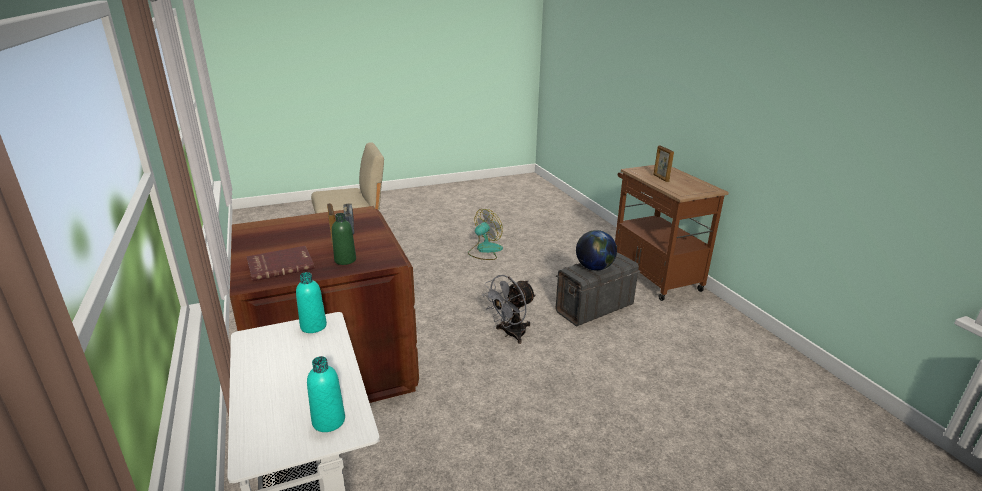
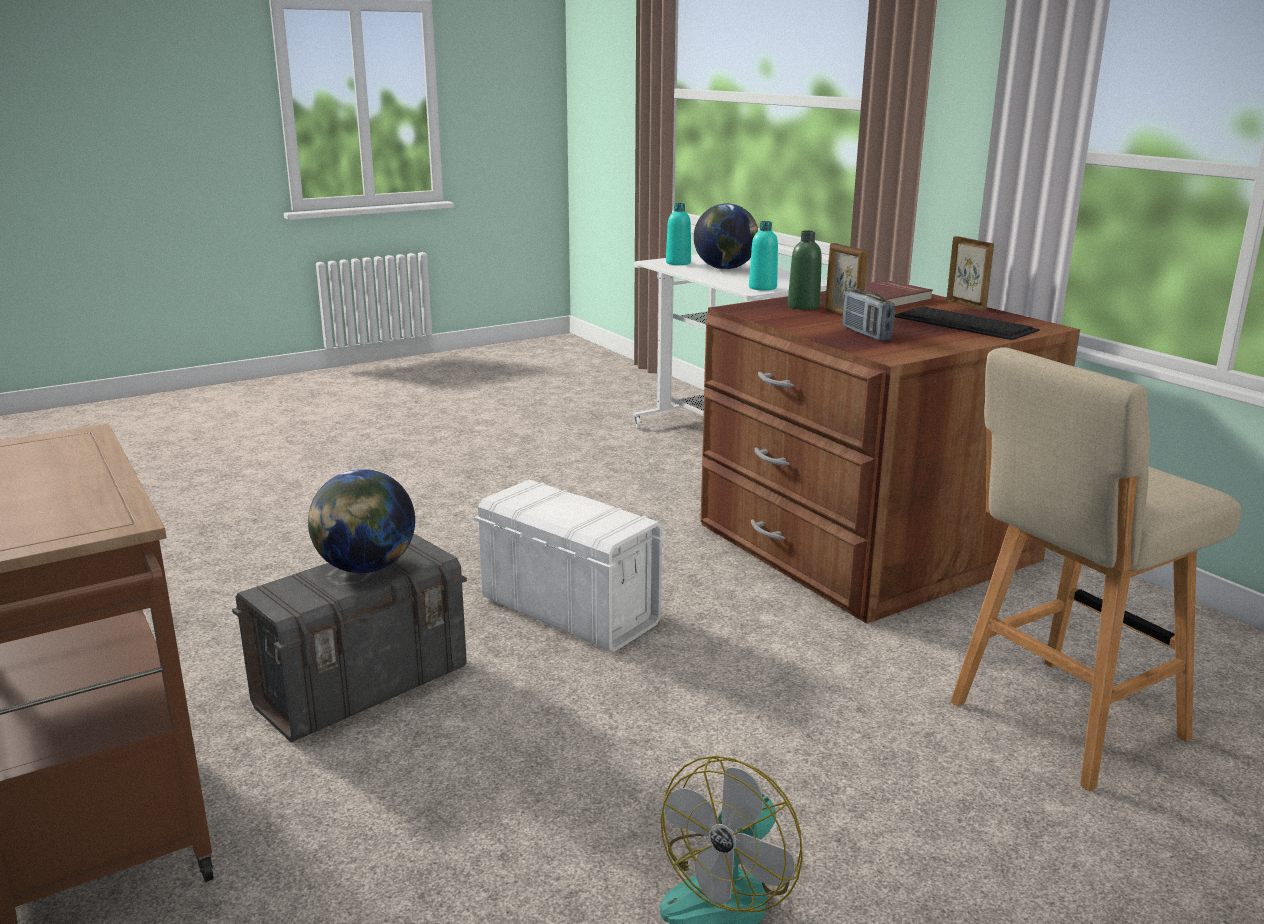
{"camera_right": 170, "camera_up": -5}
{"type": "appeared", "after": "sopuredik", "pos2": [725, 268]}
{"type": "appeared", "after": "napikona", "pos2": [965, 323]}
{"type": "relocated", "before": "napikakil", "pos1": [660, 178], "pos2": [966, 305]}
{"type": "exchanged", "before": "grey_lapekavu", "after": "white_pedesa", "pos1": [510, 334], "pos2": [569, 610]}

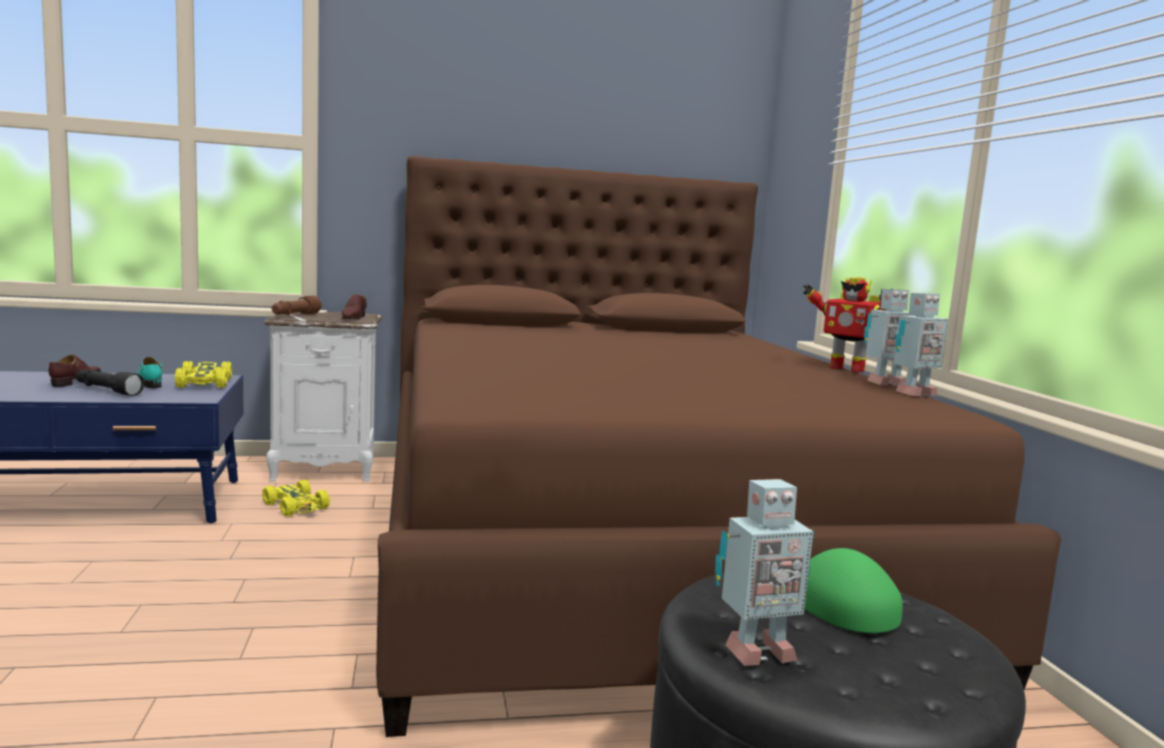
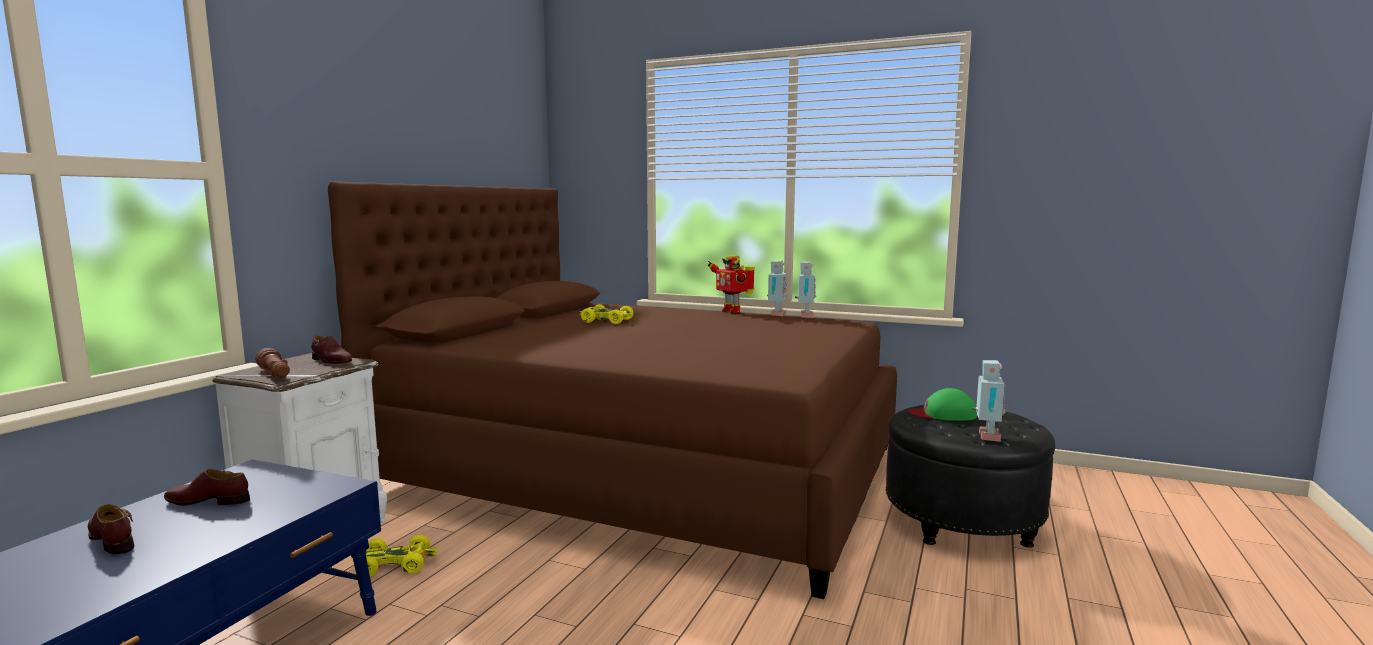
{"camera_right": -55, "camera_up": 0}
{"type": "missing", "before": "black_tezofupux", "pos1": [107, 390]}
{"type": "relocated", "before": "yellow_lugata", "pos1": [204, 383], "pos2": [606, 321]}
{"type": "colour", "before": "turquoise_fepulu", "after": "brown_fepulu", "pos1": [151, 382], "pos2": [208, 501]}
{"type": "spun", "before": "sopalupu", "pos1": [846, 369], "pos2": [732, 311], "turn": 75}

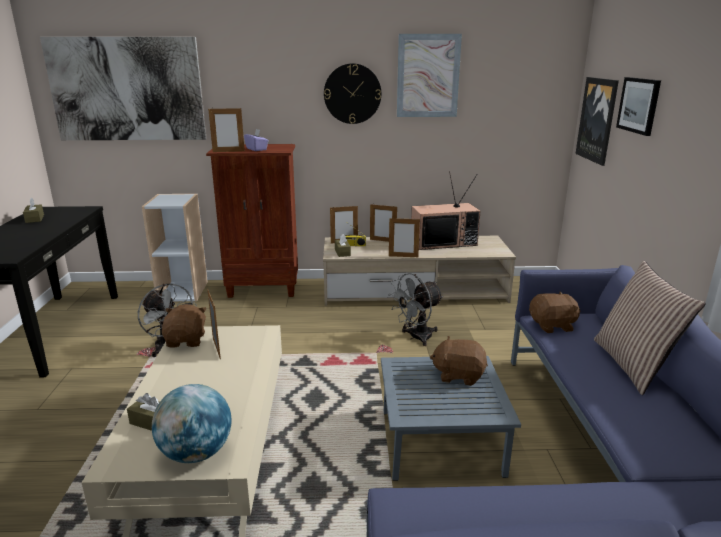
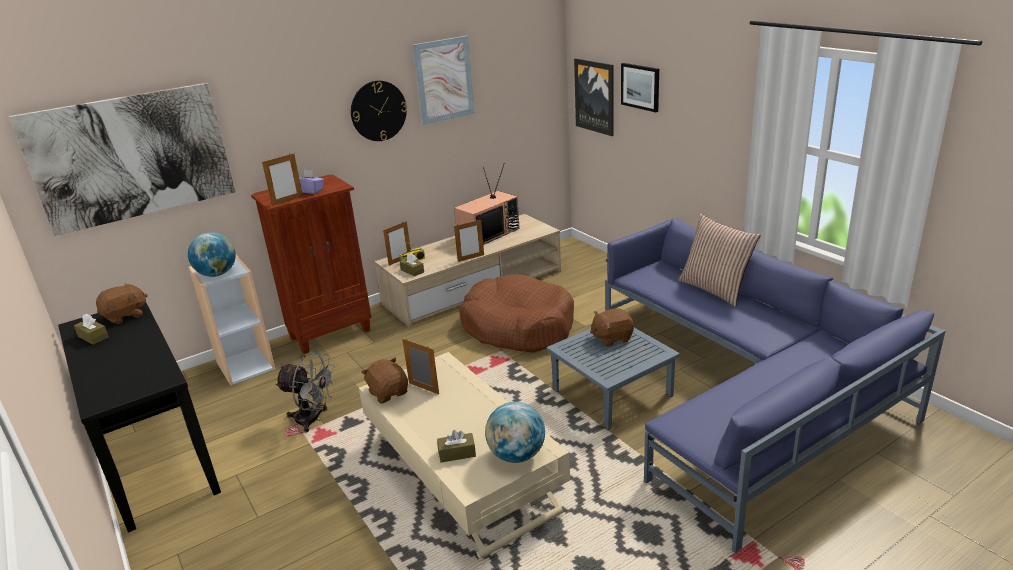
{"camera_right": -30, "camera_up": 5}
{"type": "missing", "before": "napikakil", "pos1": [383, 241]}
{"type": "appeared", "after": "sopuredik", "pos2": [217, 274]}
{"type": "relocated", "before": "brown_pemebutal", "pos1": [552, 326], "pos2": [125, 316]}
{"type": "exchanged", "before": "grey_lapekavu", "after": "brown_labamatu", "pos1": [416, 337], "pos2": [518, 327]}

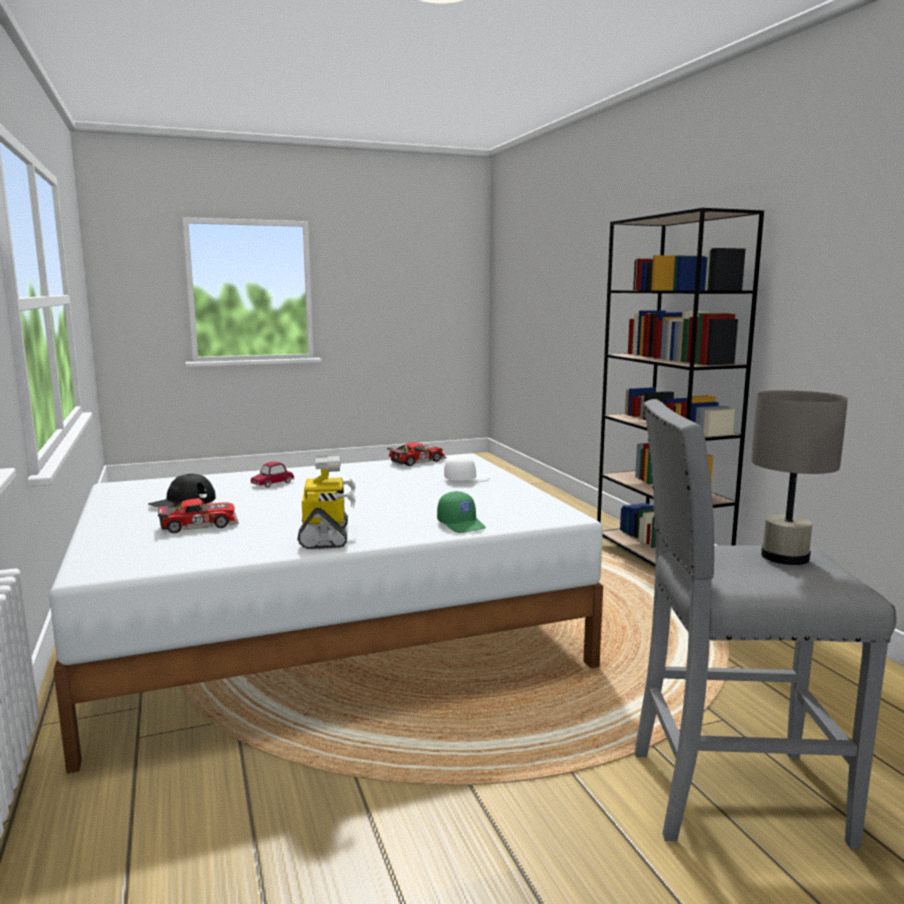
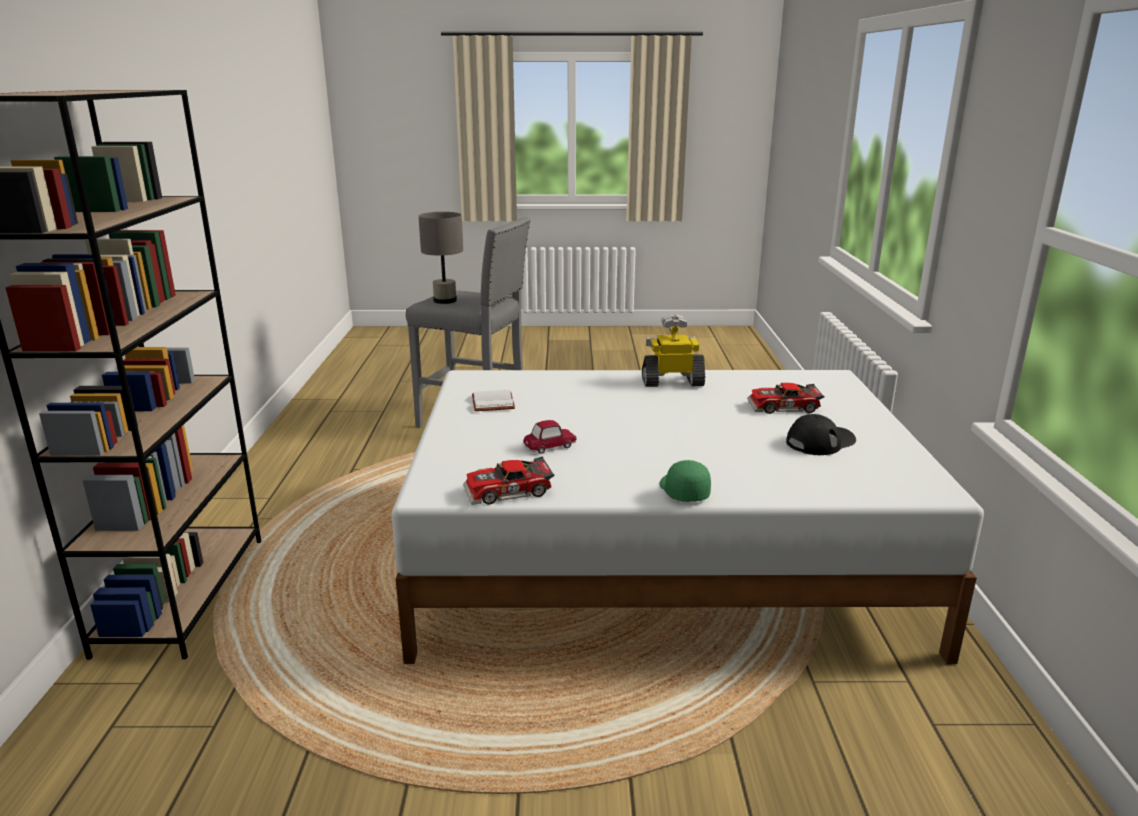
{"camera_right": -160, "camera_up": 10}
{"type": "missing", "before": "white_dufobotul", "pos1": [466, 479]}
{"type": "appeared", "after": "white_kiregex", "pos2": [491, 402]}
{"type": "relocated", "before": "lugata", "pos1": [272, 483], "pos2": [549, 446]}
{"type": "relocated", "before": "green_dufobotul", "pos1": [462, 524], "pos2": [682, 491]}
{"type": "spun", "before": "sopalupu", "pos1": [326, 536], "pos2": [672, 382], "turn": 75}

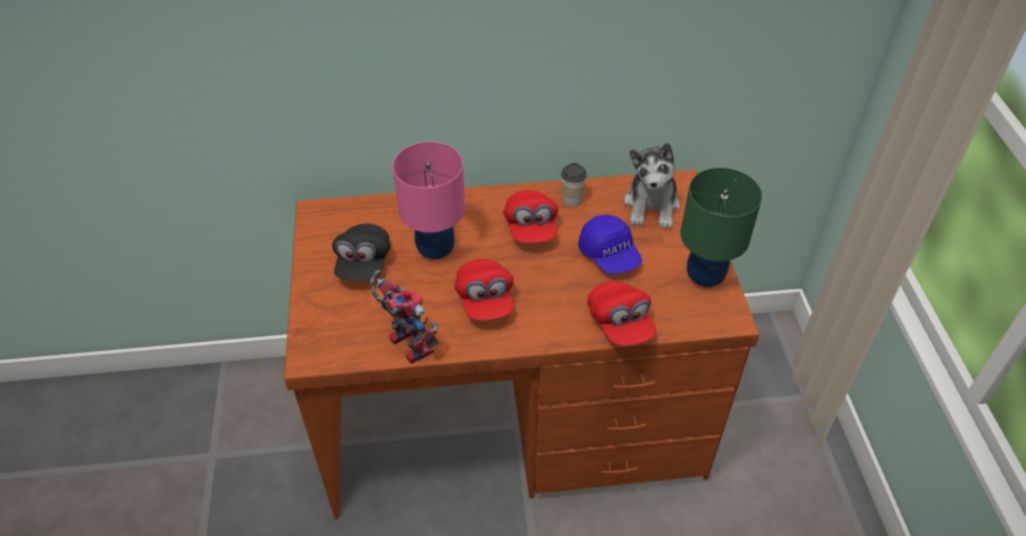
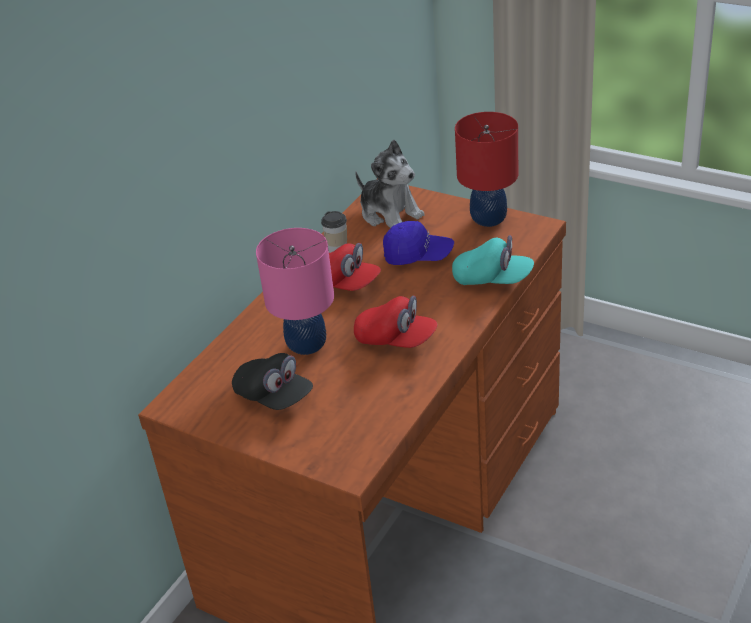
{"camera_right": -50, "camera_up": -10}
{"type": "missing", "before": "sopalupu", "pos1": [405, 344]}
{"type": "colour", "before": "red_dufobotul", "after": "turquoise_dufobotul", "pos1": [620, 324], "pos2": [492, 279]}
{"type": "colour", "before": "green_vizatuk", "after": "red_vizatuk", "pos1": [703, 275], "pos2": [486, 221]}

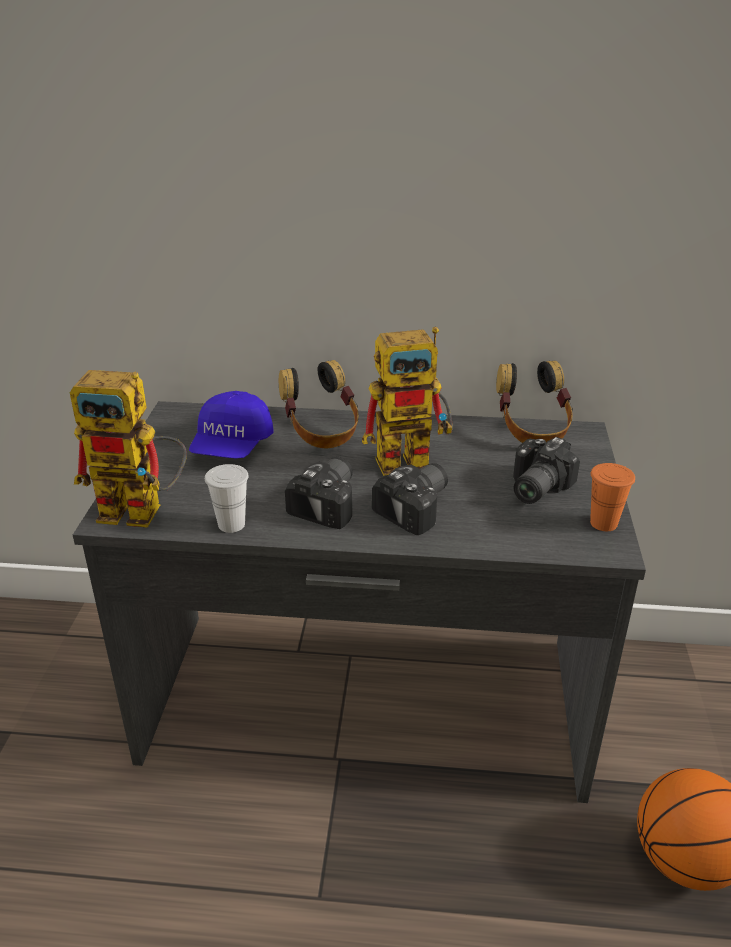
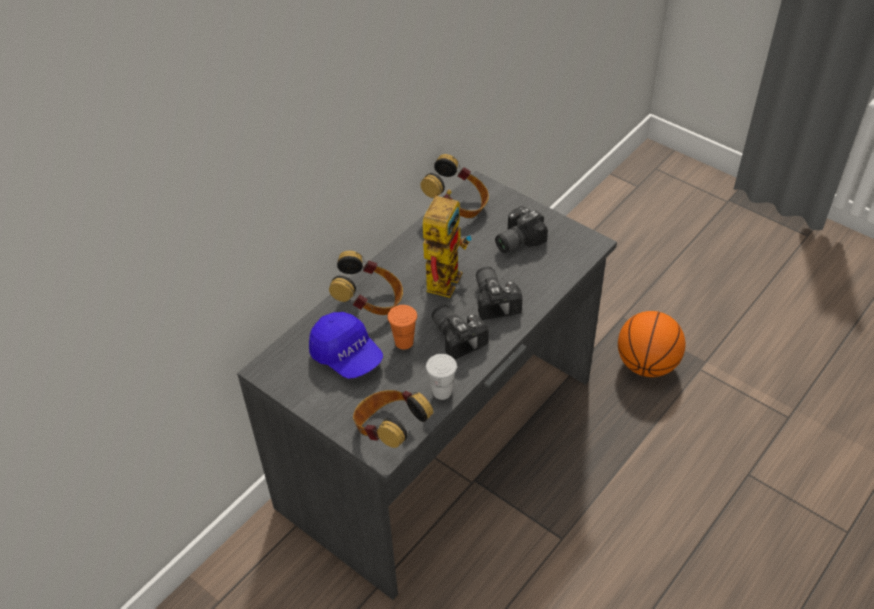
{"camera_right": -55, "camera_up": 15}
{"type": "relocated", "before": "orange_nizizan", "pos1": [603, 523], "pos2": [404, 342]}
{"type": "exchanged", "before": "sopalupu", "after": "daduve", "pos1": [144, 511], "pos2": [390, 430]}
{"type": "spun", "before": "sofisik", "pos1": [533, 487], "pos2": [516, 240], "turn": 75}

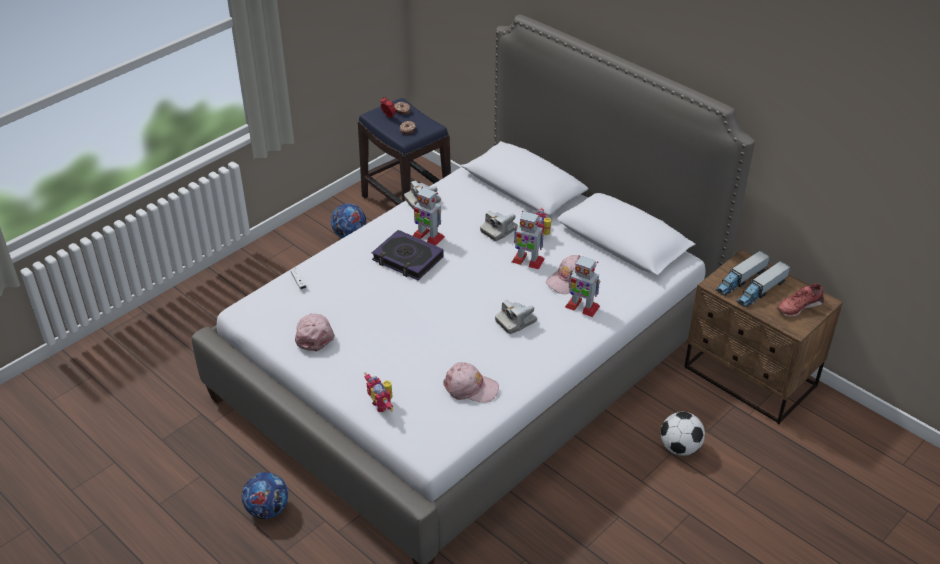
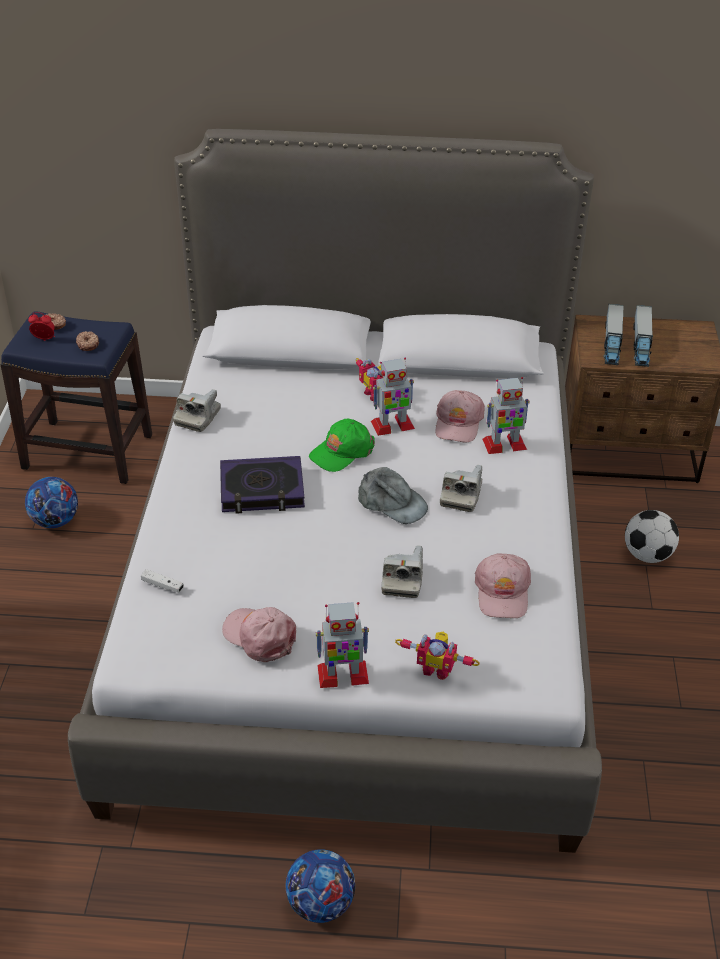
{"camera_right": -40, "camera_up": 0}
{"type": "missing", "before": "red_fepulu", "pos1": [799, 306]}
{"type": "appeared", "after": "green_dufobotul", "pos2": [342, 452]}
{"type": "appeared", "after": "grey_dufobotul", "pos2": [392, 503]}
{"type": "relocated", "before": "sopalupu", "pos1": [428, 236], "pos2": [342, 675]}
{"type": "relocated", "before": "sofisik", "pos1": [499, 230], "pos2": [402, 579]}
{"type": "spun", "before": "pink_dufobotul", "pos1": [470, 387], "pos2": [502, 592], "turn": 120}

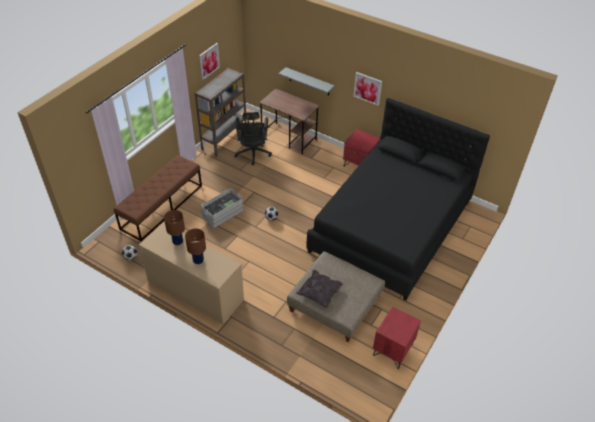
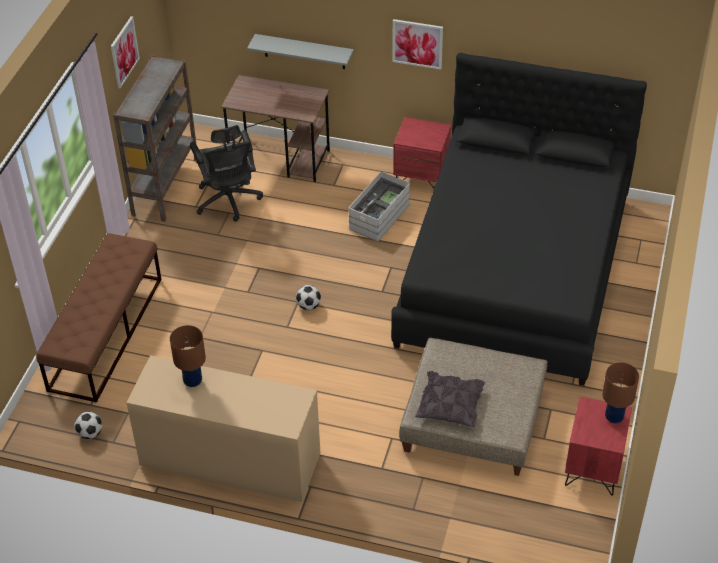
{"camera_right": -15, "camera_up": 0}
{"type": "relocated", "before": "brown_vizatuk", "pos1": [198, 261], "pos2": [614, 418]}
{"type": "relocated", "before": "grey_pedesa", "pos1": [223, 214], "pos2": [380, 216]}

